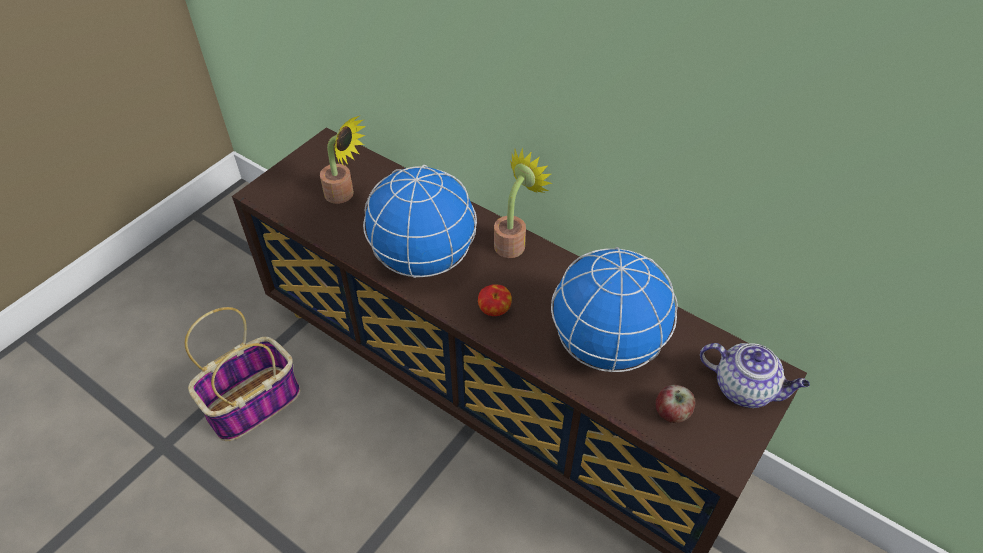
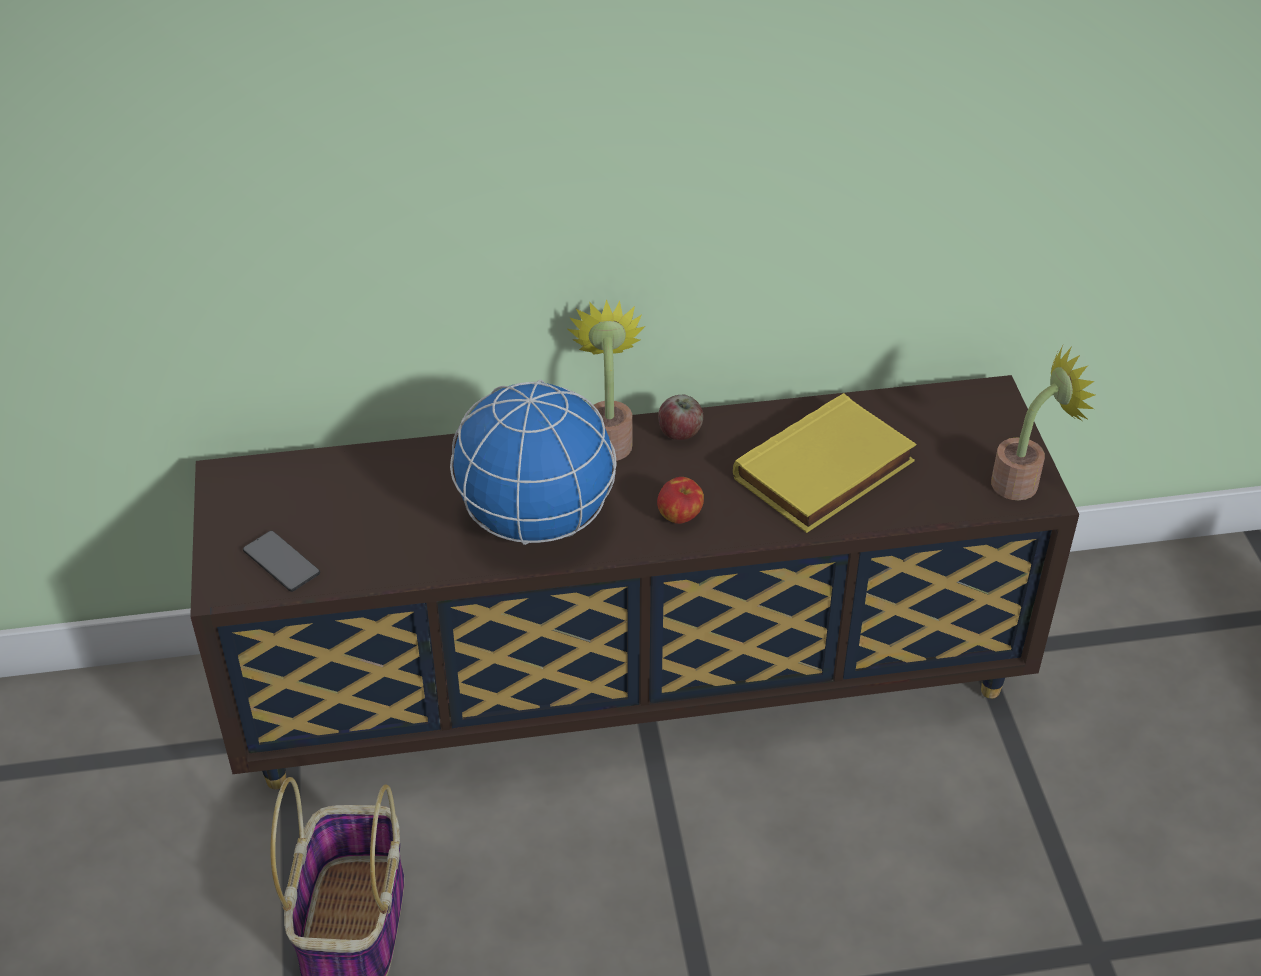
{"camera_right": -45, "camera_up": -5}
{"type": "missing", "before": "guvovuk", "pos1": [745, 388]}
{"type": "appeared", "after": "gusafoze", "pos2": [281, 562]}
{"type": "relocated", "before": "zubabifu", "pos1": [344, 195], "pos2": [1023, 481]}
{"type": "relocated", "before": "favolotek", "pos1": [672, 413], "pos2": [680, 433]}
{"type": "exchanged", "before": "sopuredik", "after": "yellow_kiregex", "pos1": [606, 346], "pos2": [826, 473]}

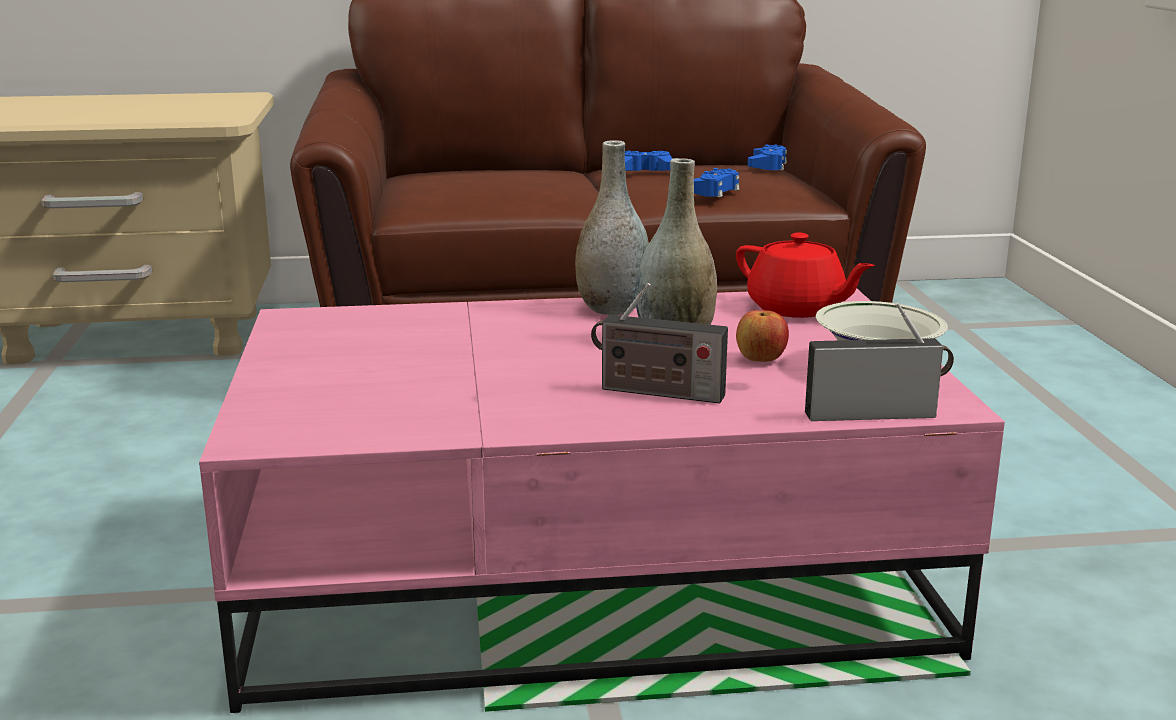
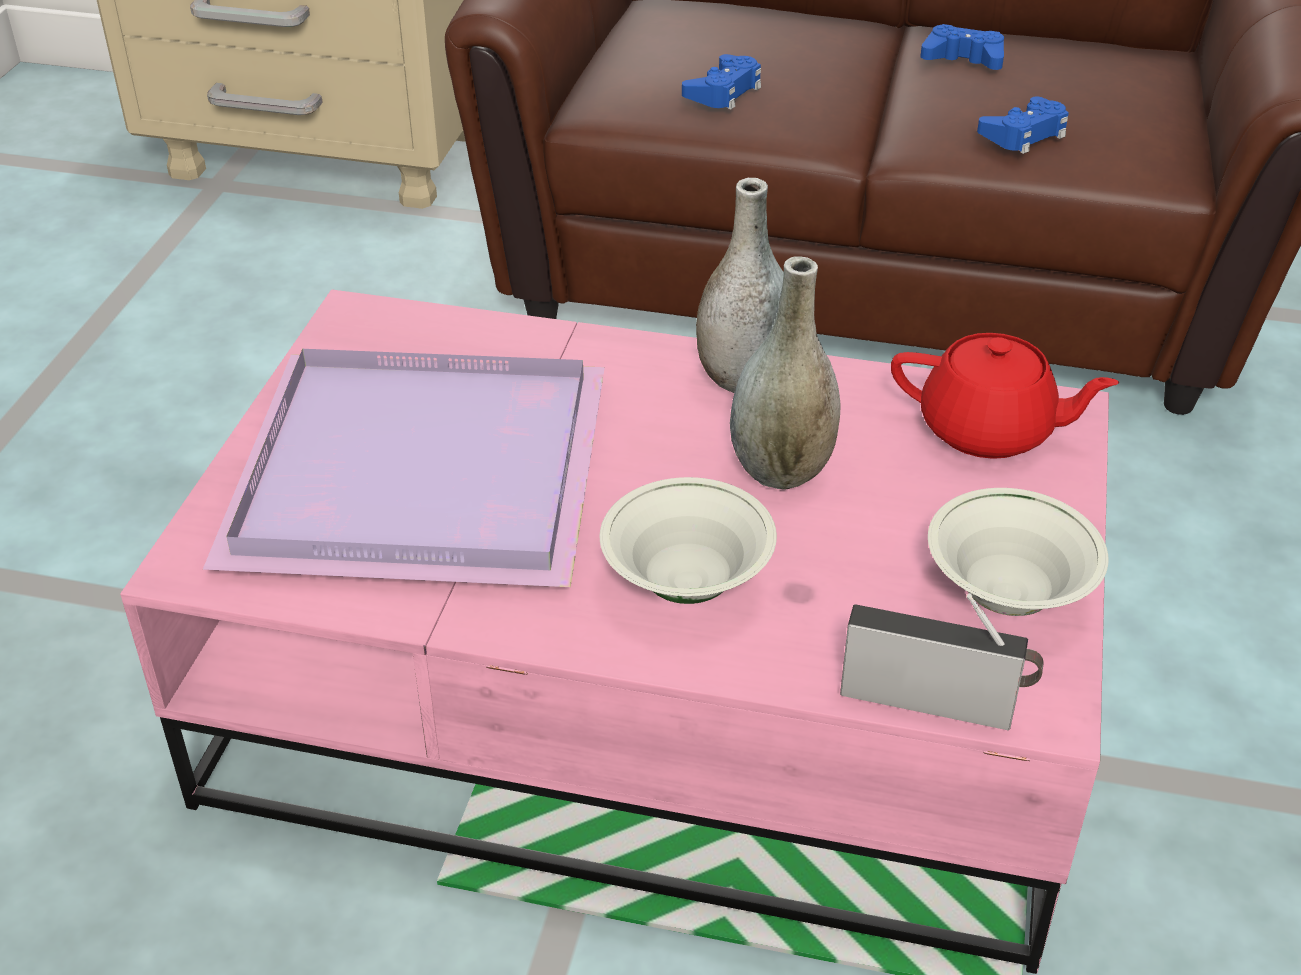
{"camera_right": 20, "camera_up": 20}
{"type": "missing", "before": "favolotek", "pos1": [761, 359]}
{"type": "appeared", "after": "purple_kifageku", "pos2": [425, 478]}
{"type": "relocated", "before": "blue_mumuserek", "pos1": [767, 165], "pos2": [724, 91]}
{"type": "exchanged", "before": "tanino", "after": "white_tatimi", "pos1": [656, 392], "pos2": [687, 583]}
{"type": "spun", "before": "red_guvovuk", "pos1": [797, 309], "pos2": [989, 431], "turn": -45}

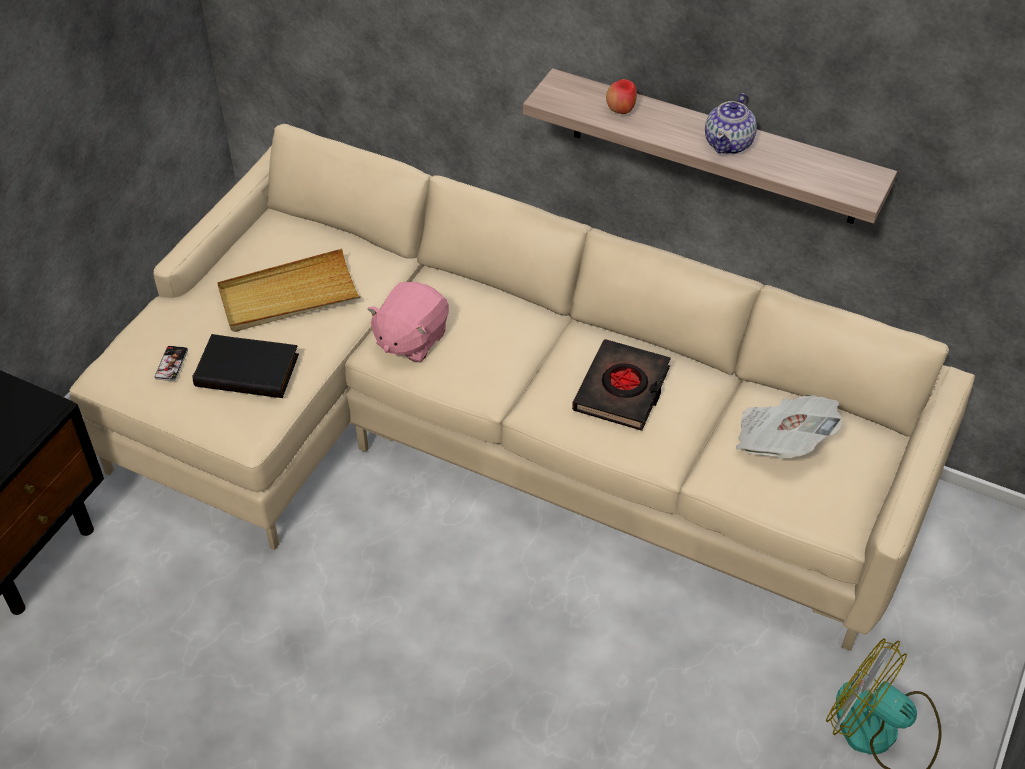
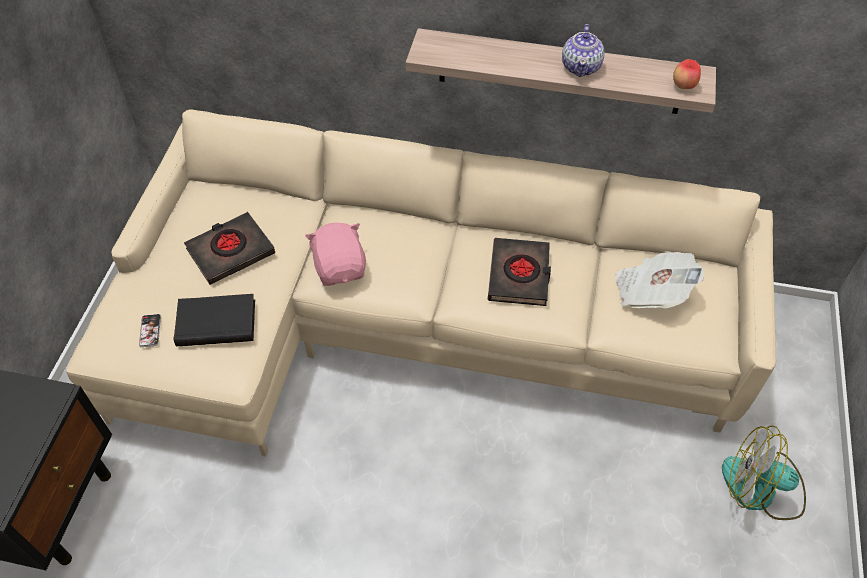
{"camera_right": -15, "camera_up": 5}
{"type": "relocated", "before": "favolotek", "pos1": [621, 111], "pos2": [683, 86]}
{"type": "exchanged", "before": "beige_kifageku", "after": "black_kiregex", "pos1": [288, 296], "pos2": [230, 251]}
{"type": "spun", "before": "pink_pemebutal", "pos1": [410, 339], "pos2": [340, 268], "turn": 150}

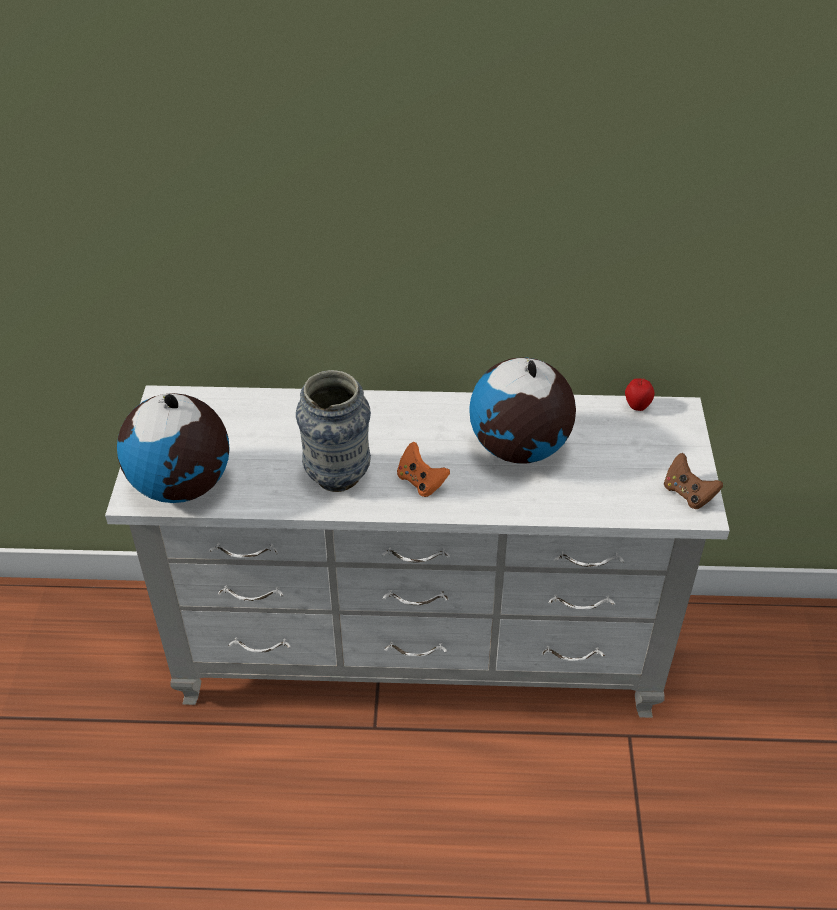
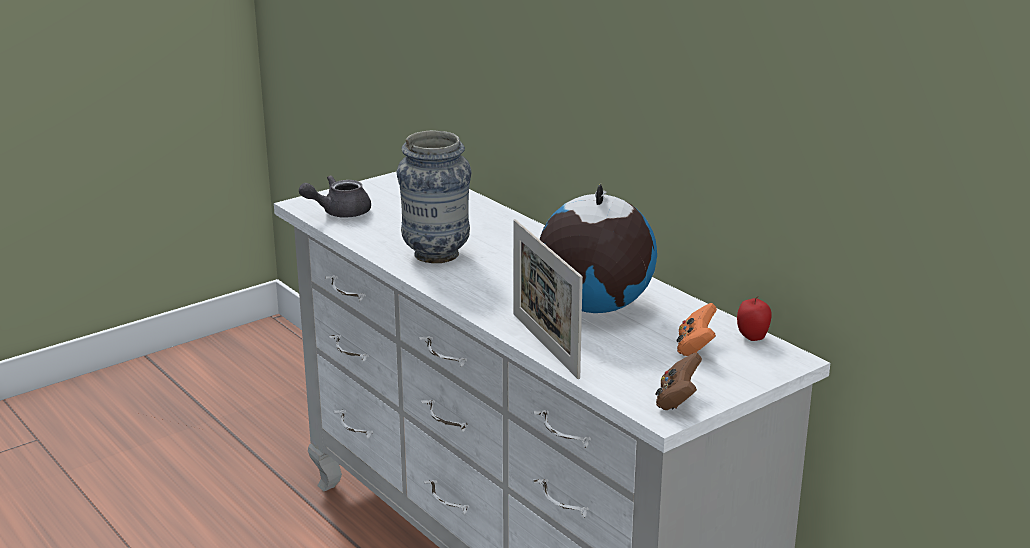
{"camera_right": 50, "camera_up": -20}
{"type": "appeared", "after": "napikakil", "pos2": [545, 345]}
{"type": "relocated", "before": "orange_mumuserek", "pos1": [421, 482], "pos2": [695, 347]}
{"type": "exchanged", "before": "sopuredik", "after": "grey_guvovuk", "pos1": [183, 486], "pos2": [339, 212]}

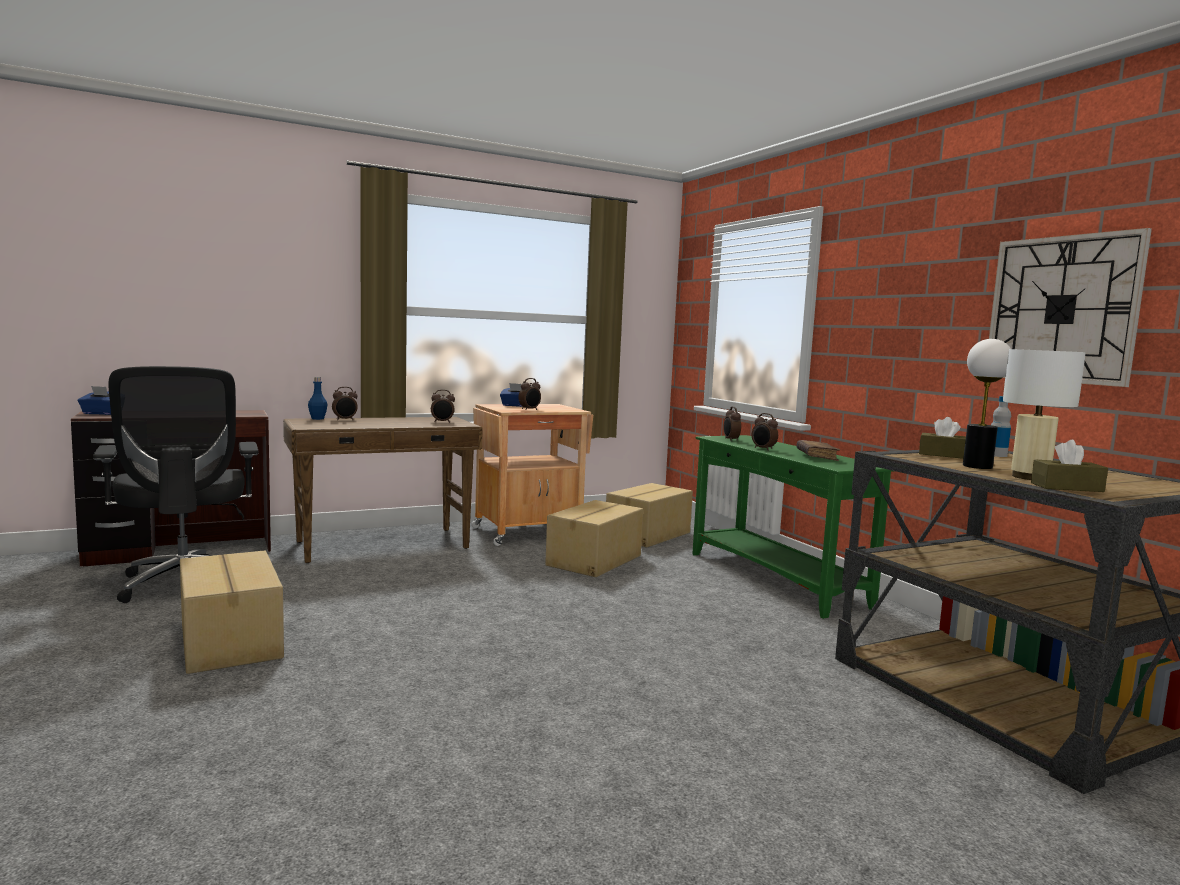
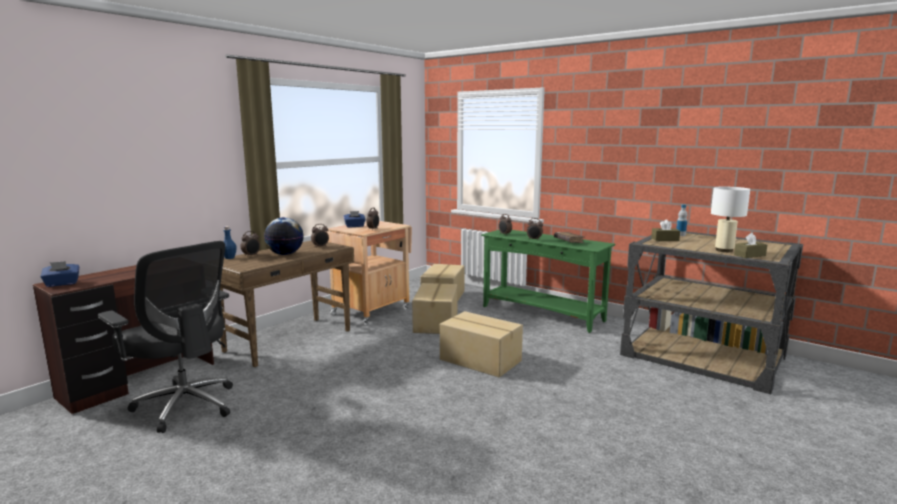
{"camera_right": -25, "camera_up": 5}
{"type": "missing", "before": "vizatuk", "pos1": [978, 466]}
{"type": "missing", "before": "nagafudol", "pos1": [1062, 309]}
{"type": "appeared", "after": "sopuredik", "pos2": [285, 254]}
{"type": "relocated", "before": "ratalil", "pos1": [228, 641], "pos2": [480, 360]}

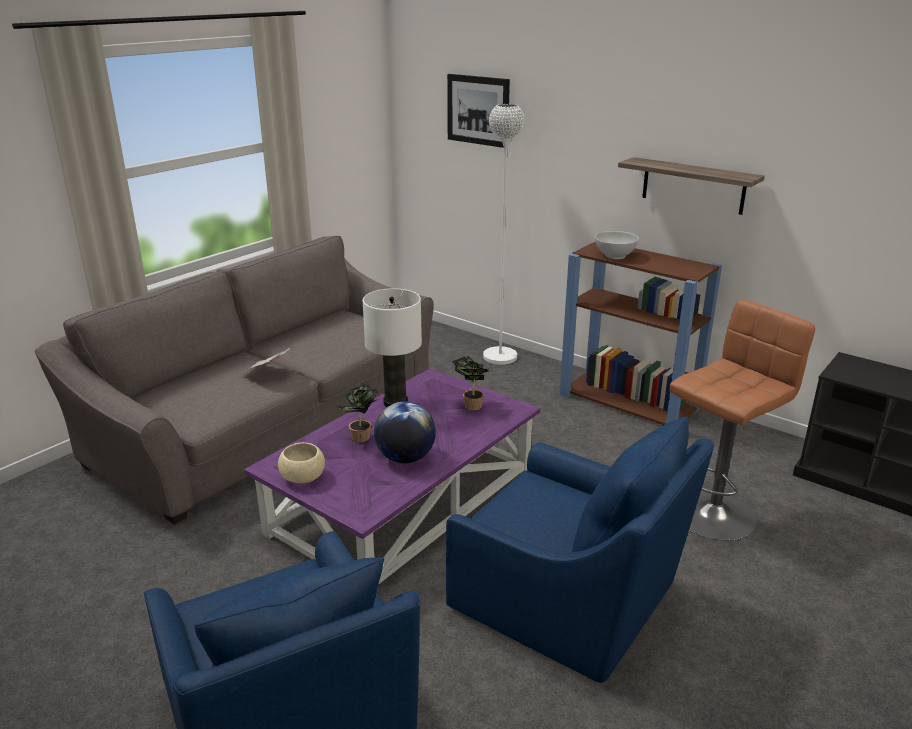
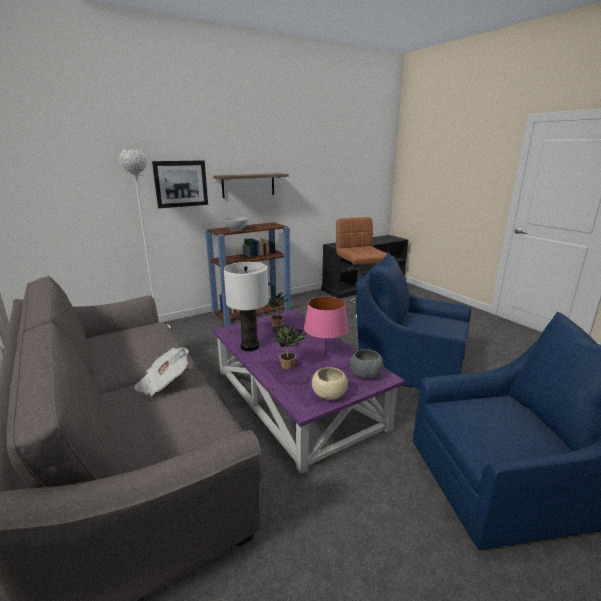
{"camera_right": -70, "camera_up": -5}
{"type": "appeared", "after": "grey_tatimi", "pos2": [365, 374]}
{"type": "relocated", "before": "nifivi", "pos1": [478, 110], "pos2": [181, 184]}
{"type": "exchanged", "before": "sopuredik", "after": "pink_vizatuk", "pos1": [405, 458], "pos2": [325, 354]}
{"type": "spun", "before": "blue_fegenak", "pos1": [570, 601], "pos2": [408, 365], "turn": -120}

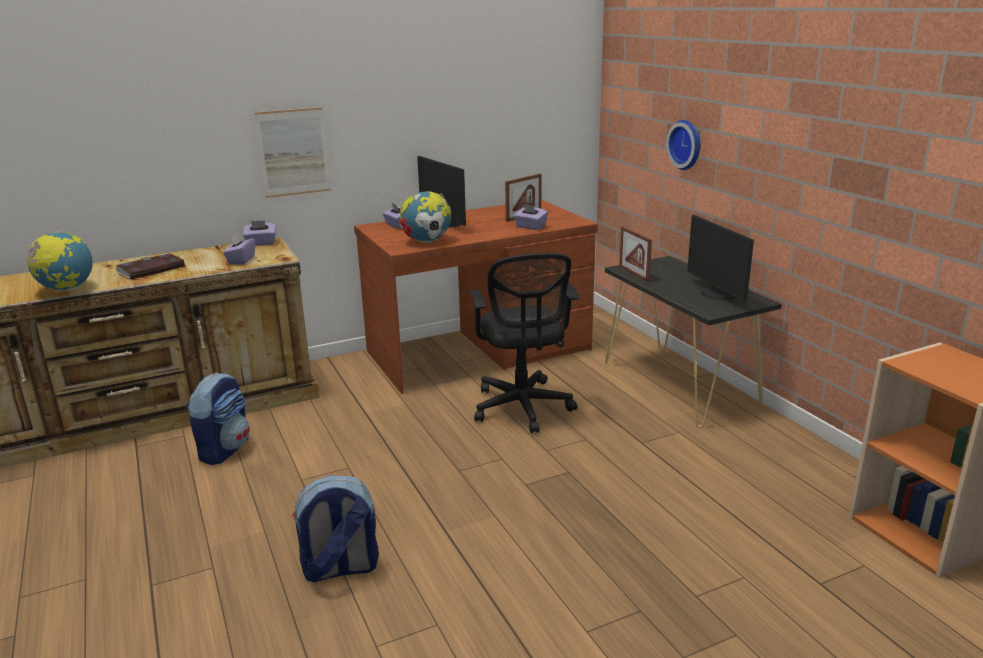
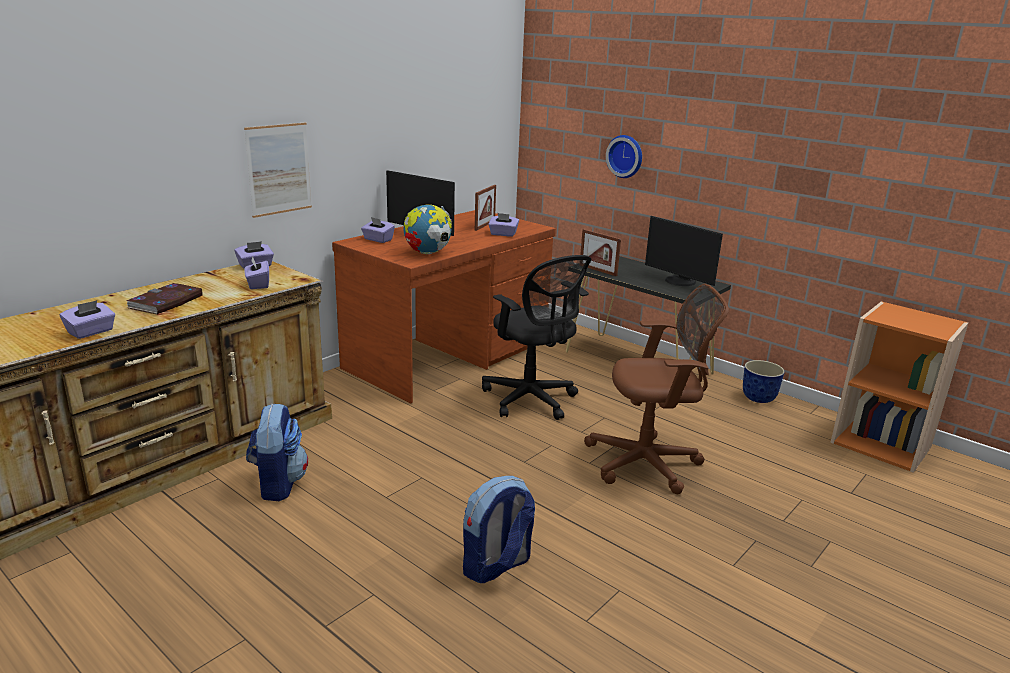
{"camera_right": -25, "camera_up": 0}
{"type": "appeared", "after": "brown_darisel", "pos2": [648, 463]}
{"type": "appeared", "after": "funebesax", "pos2": [759, 398]}
{"type": "exchanged", "before": "sopuredik", "after": "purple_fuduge", "pos1": [67, 289], "pos2": [91, 332]}

